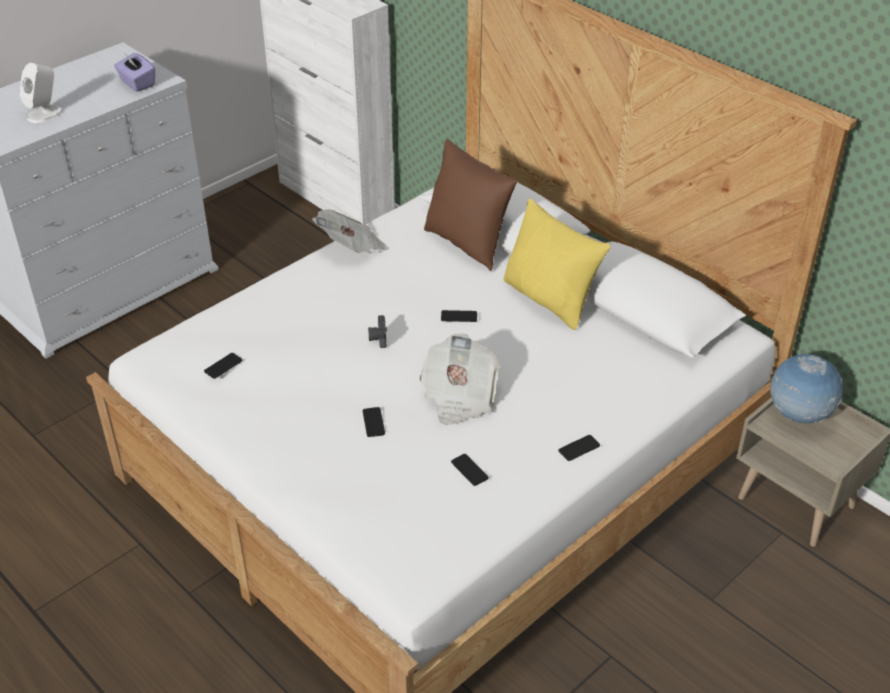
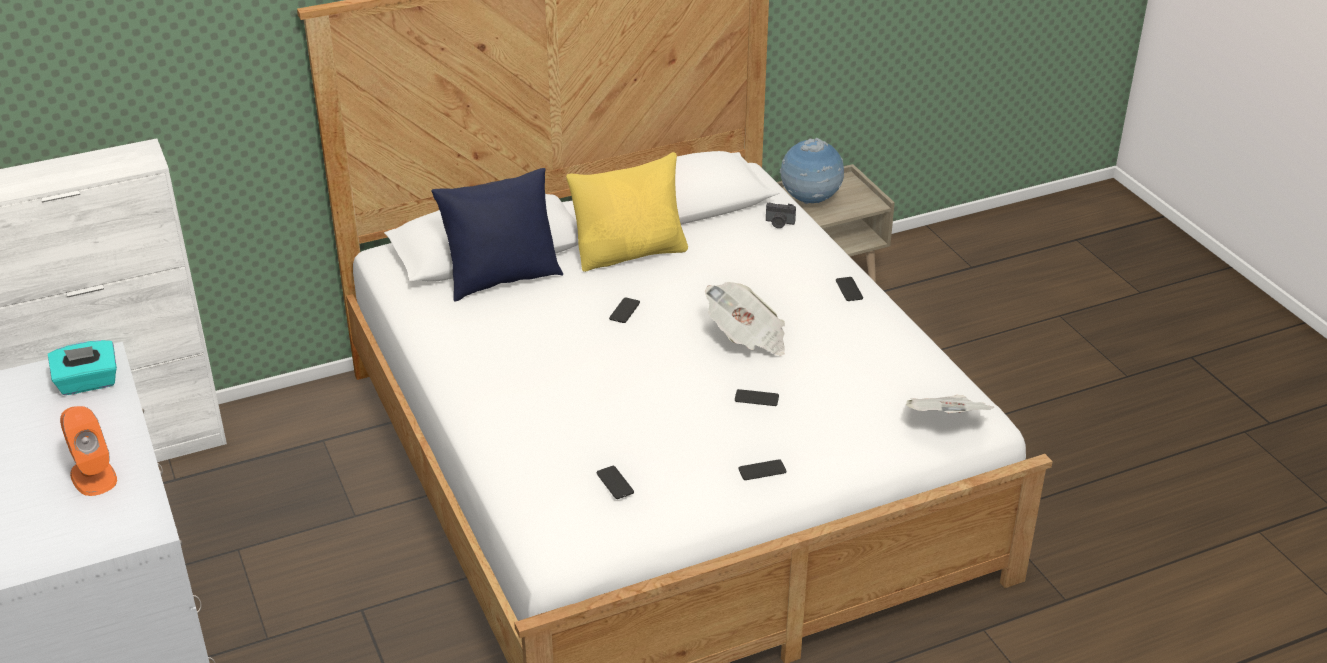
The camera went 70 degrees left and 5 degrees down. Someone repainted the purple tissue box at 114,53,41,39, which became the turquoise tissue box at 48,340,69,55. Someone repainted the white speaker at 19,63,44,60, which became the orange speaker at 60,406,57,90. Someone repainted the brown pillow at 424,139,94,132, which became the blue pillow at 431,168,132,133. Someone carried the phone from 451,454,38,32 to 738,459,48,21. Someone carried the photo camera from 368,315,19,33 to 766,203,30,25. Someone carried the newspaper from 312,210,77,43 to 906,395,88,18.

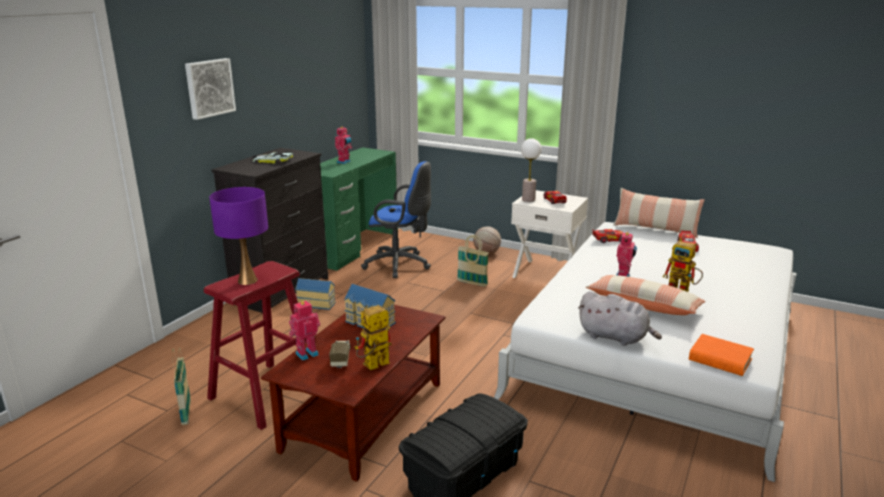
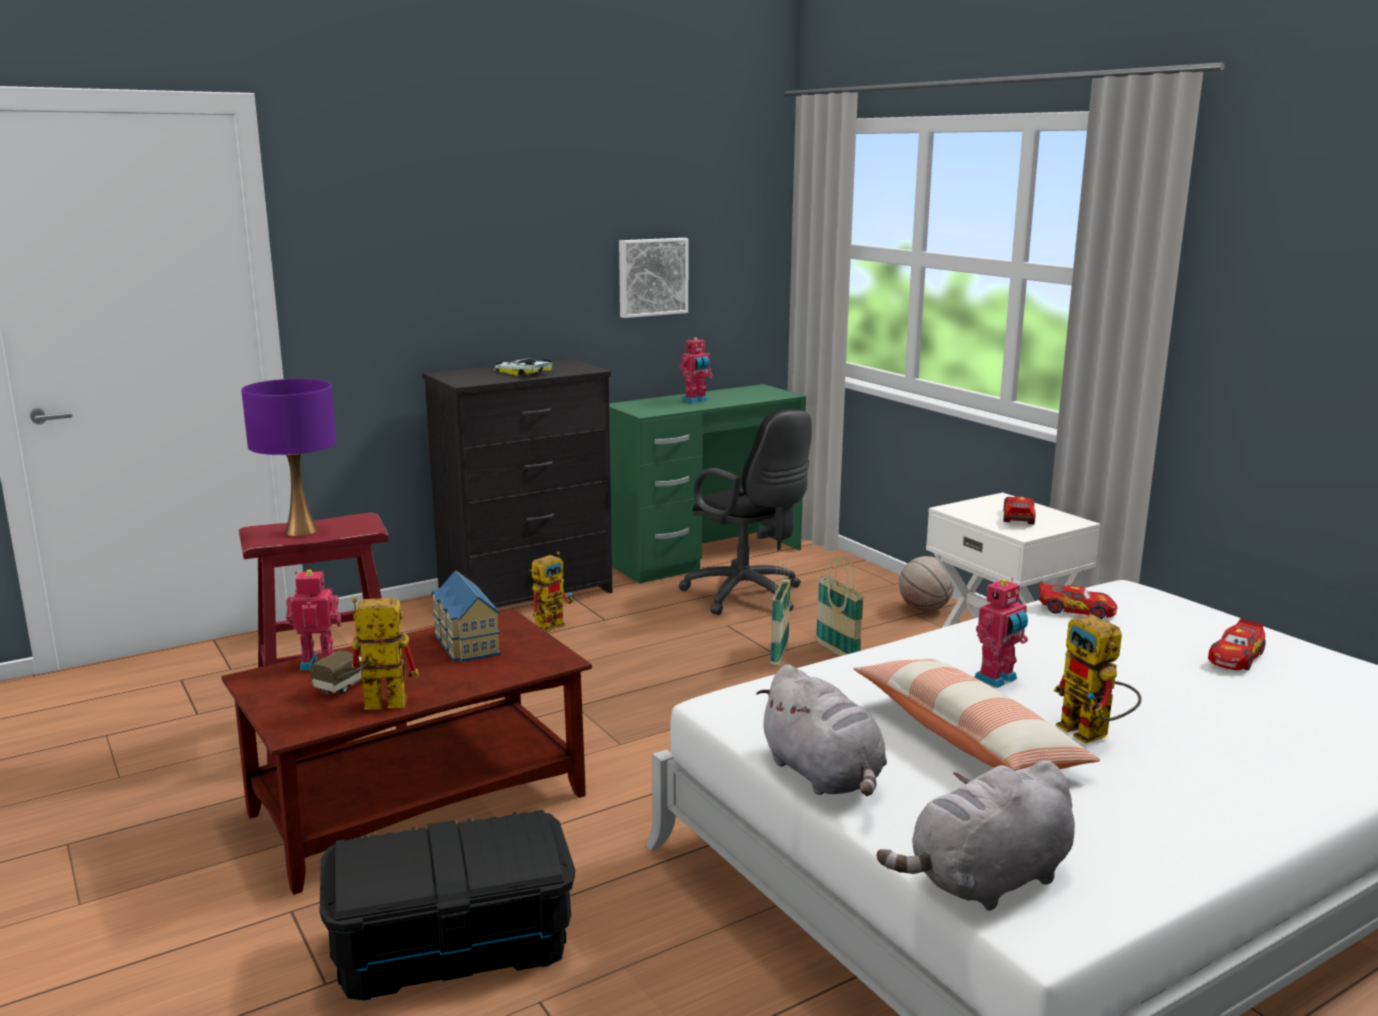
The camera went 30 degrees right and 5 degrees down. Someone swapped the toy house at 295,278,41,32 for the toy robot at 532,552,42,80. Someone carried the picture from 185,58,51,62 to 619,238,69,80. Someone repainted the blue office chair at 361,161,70,117, which became the black office chair at 678,408,134,207. Someone carried the basket from 172,348,19,77 to 770,560,21,107. Someone swapped the orange book at 689,334,65,42 for the grey plush toy at 877,760,198,151. Someone took away the table lamp at 521,138,20,64. Someone took away the pillow at 613,188,92,50.

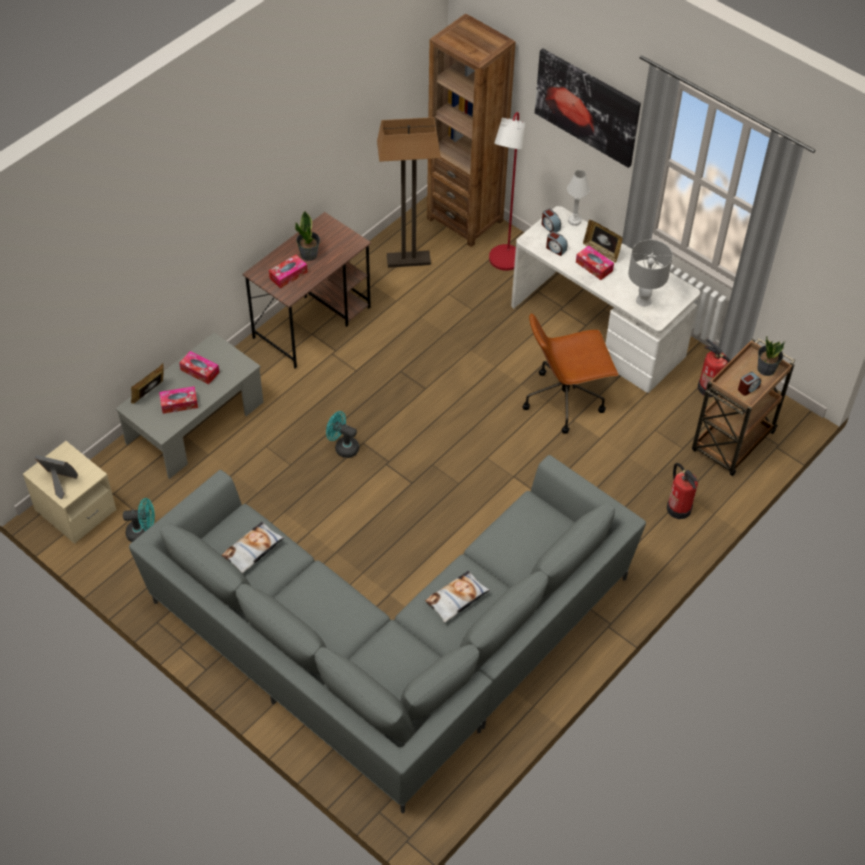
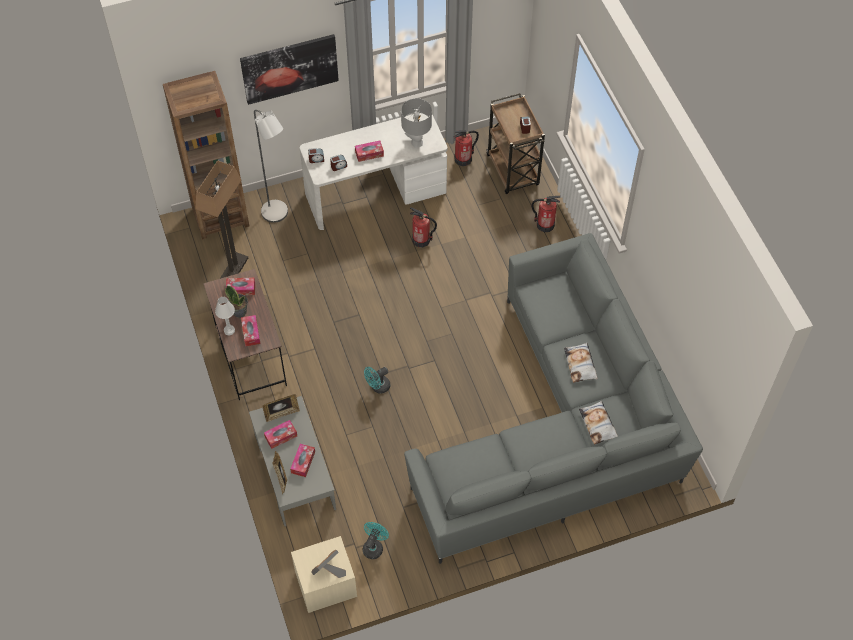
The camera went 60 degrees left and 5 degrees up. Someone carried the white table lamp from 567,170,23,56 to 215,297,20,38. Someone put down the tissue box at 226,277,29,18. Someone repainted the red floor lamp at 489,112,36,159, which became the grey floor lamp at 254,110,34,113. Someone carried the picture frame from 583,220,40,43 to 263,394,37,28. Someone swapped the brown office chair at 523,313,96,121 for the fire extinguisher at 410,207,27,40. Someone carried the pillow from 222,522,62,51 to 579,401,39,44. Someone took away the potted plant at 757,336,28,40.

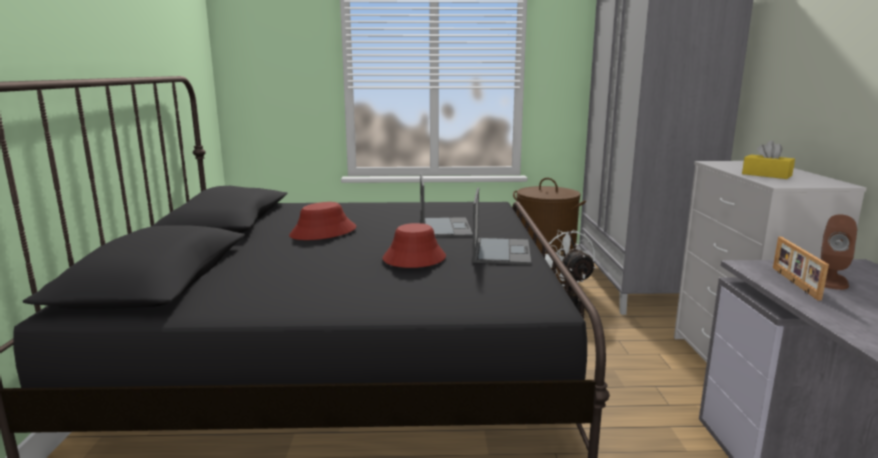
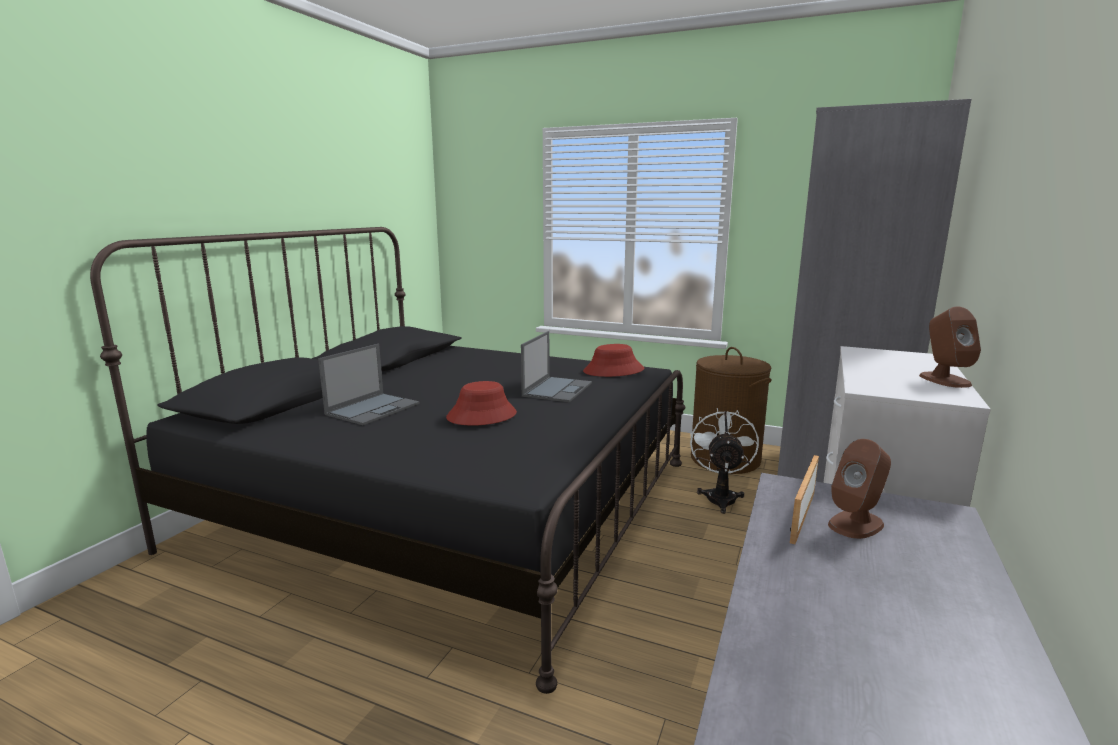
The camera went 25 degrees right and 0 degrees up. Someone carried the laptop from 472,187,59,78 to 318,344,101,81. Someone carried the red hat from 289,202,67,38 to 583,344,61,33. Someone put down the brown speaker at 919,306,62,82. Someone took away the yellow tissue box at 742,140,53,39.

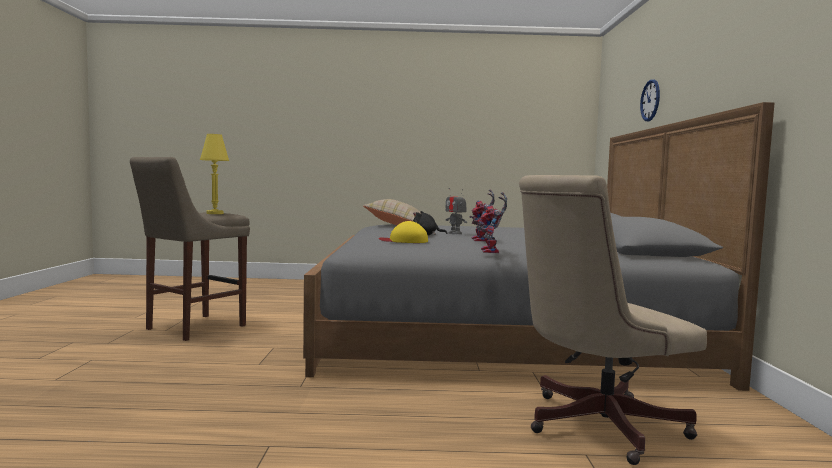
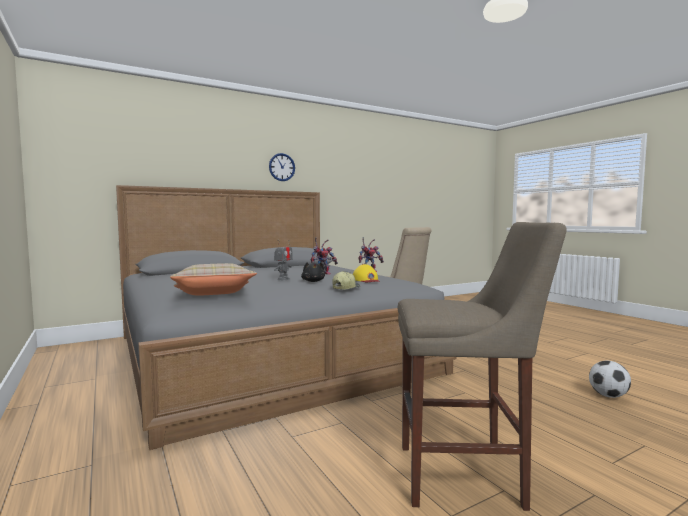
The camera went 120 degrees left and 0 degrees up. Someone carried the wall clock from 640,79,20,42 to 269,153,26,28. Someone put down the cap at 333,271,27,19. Someone put down the football at 589,361,42,37. Someone took away the yellow table lamp at 200,134,29,80.

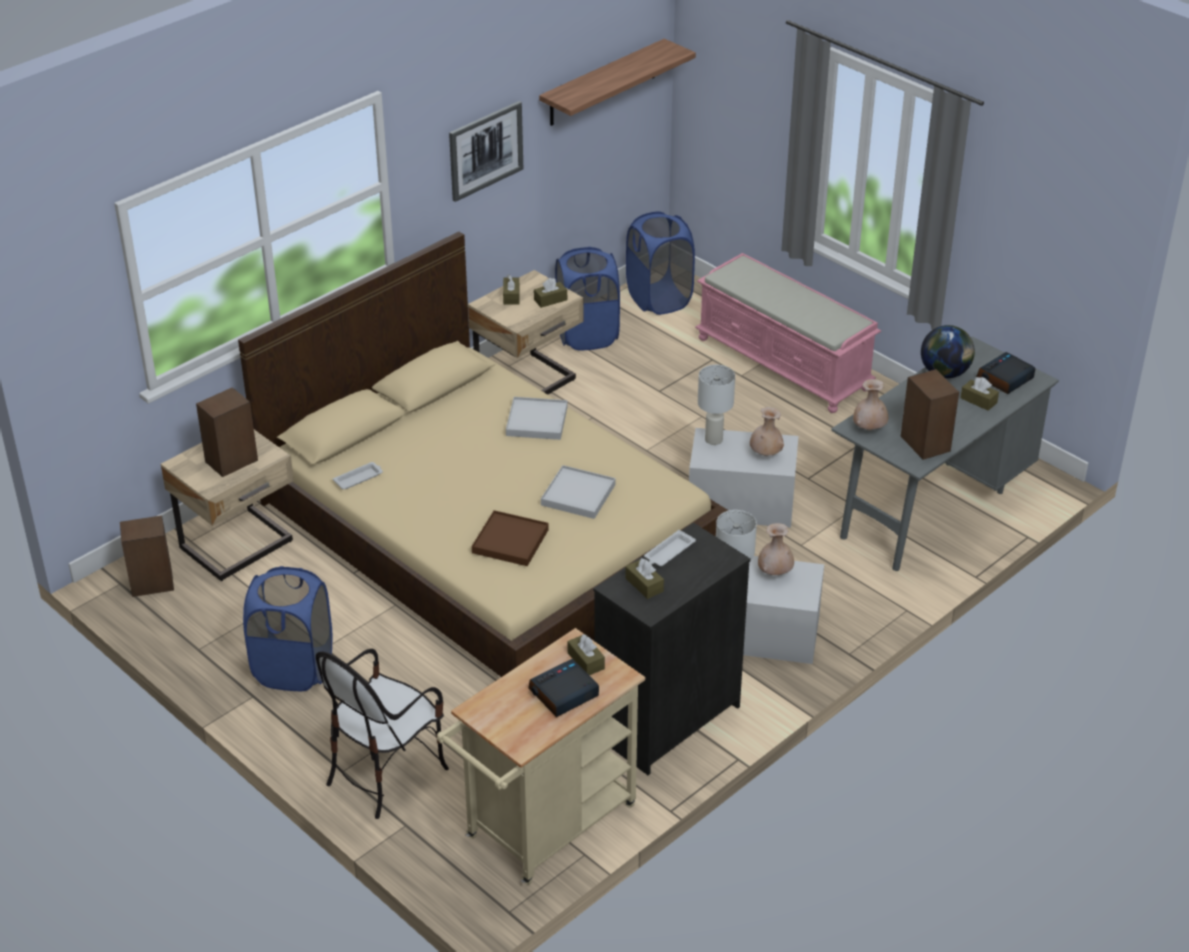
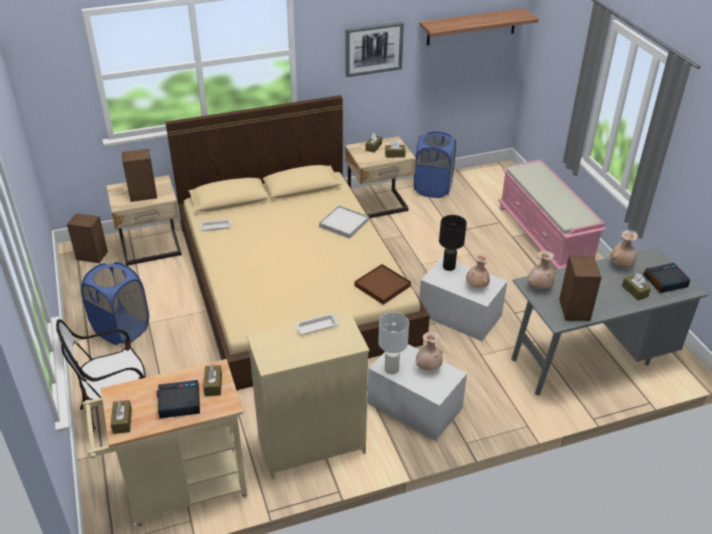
The camera went 25 degrees right and 0 degrees up. Someone carried the brown tissue box from 625,558,39,41 to 111,400,21,34. Someone repainted the black dresser at 593,523,158,252, which became the beige dresser at 247,312,122,167. Someone carried the brown tray from 472,510,77,56 to 355,264,56,41. Someone repainted the white table lamp at 698,365,37,80, which became the black table lamp at 439,215,28,56. Someone swapped the globe at 921,325,54,53 for the beige vase at 610,230,28,37. Someone took away the white tray at 541,465,74,54. Someone took away the blue laundry basket at 626,212,69,103.

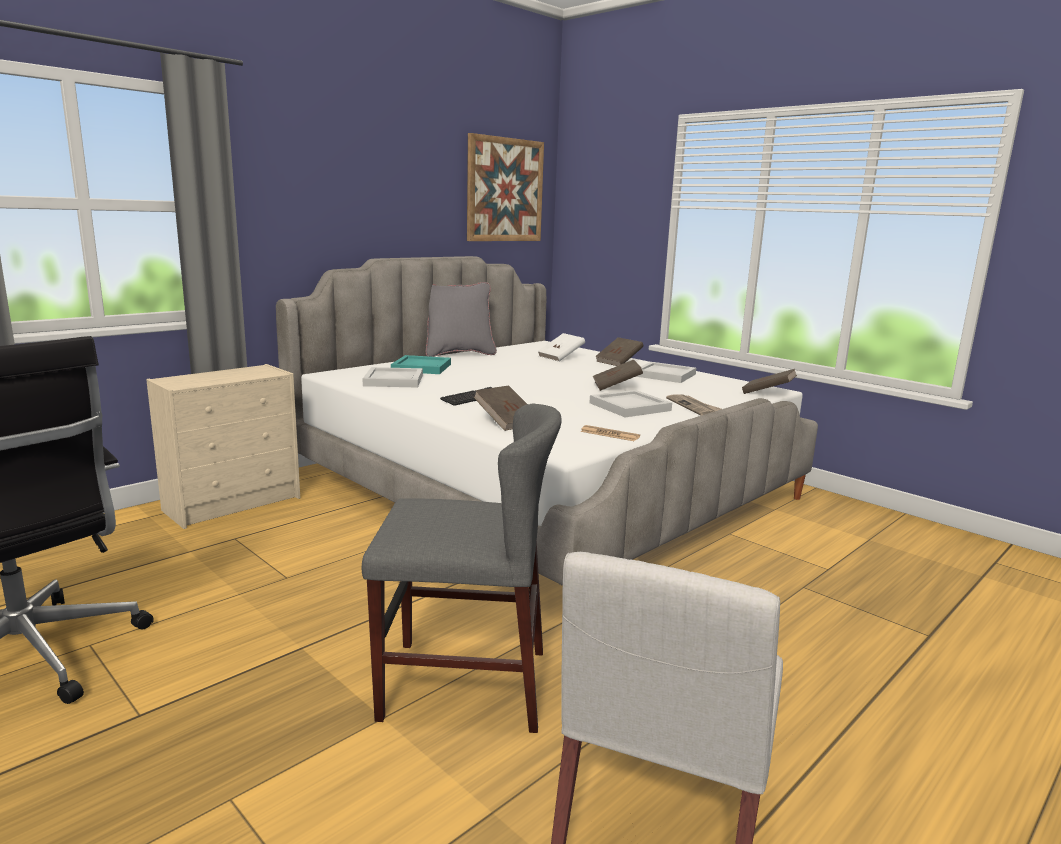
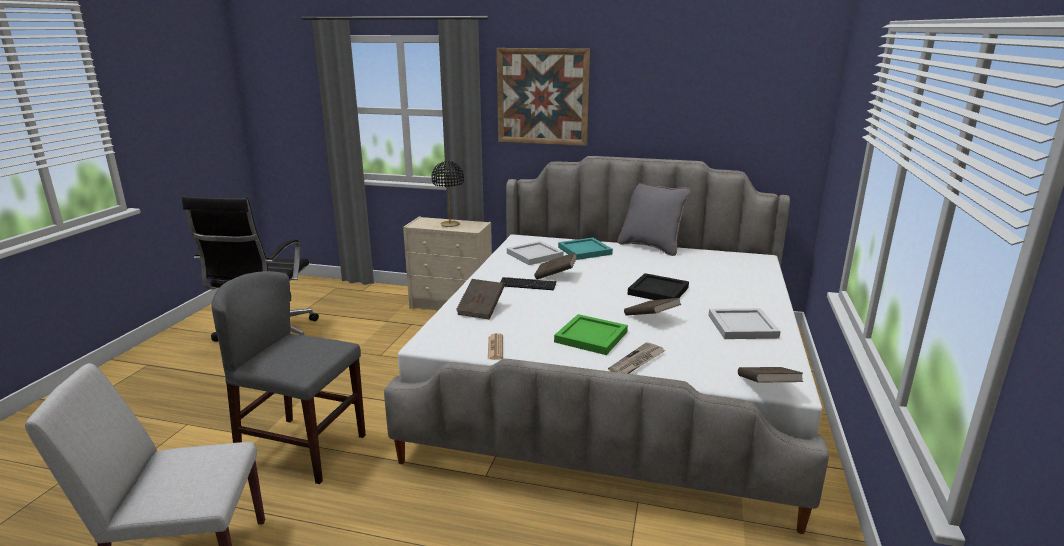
The camera went 60 degrees right and 5 degrees up. Someone rotated the grey chair at 362,403,200,330 by 135 degrees clockwise. Someone put down the black table lamp at 431,161,33,66. Someone carried the picture from 467,133,77,108 to 497,48,93,98. Someone carried the brown book from 595,337,48,29 to 534,252,43,28. Someone repainted the white tray at 589,390,83,27, which became the green tray at 554,314,74,41. Someone put down the black tray at 628,273,61,27. Someone took away the white book at 537,333,48,29.

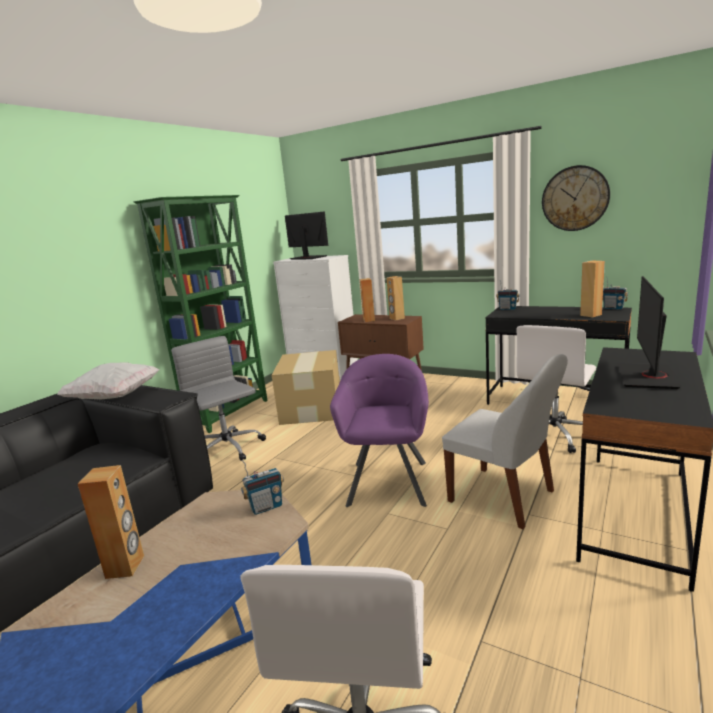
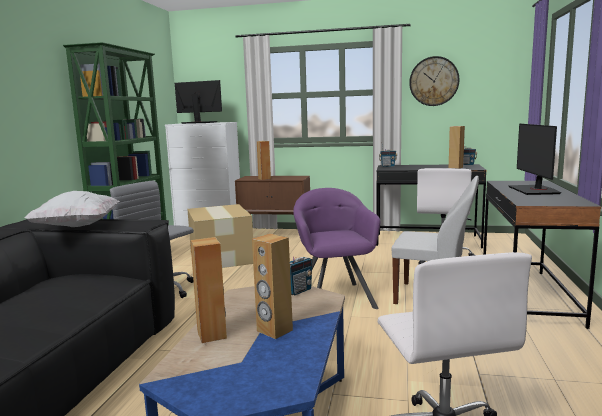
The camera went 20 degrees left and 5 degrees down. Someone carried the brown speaker from 387,276,18,44 to 252,234,41,105.

